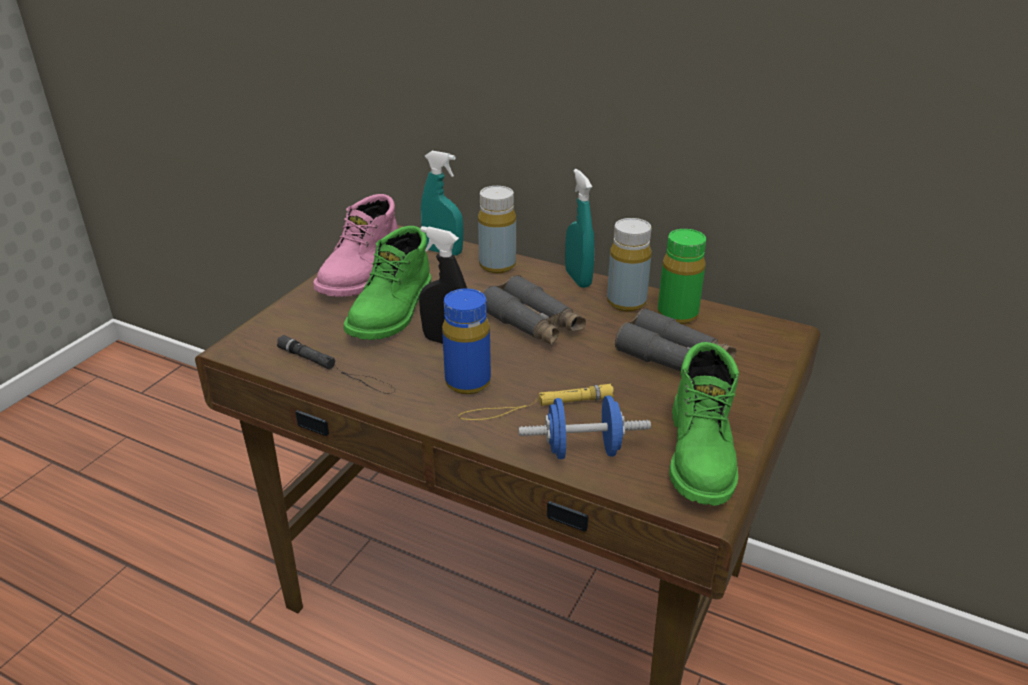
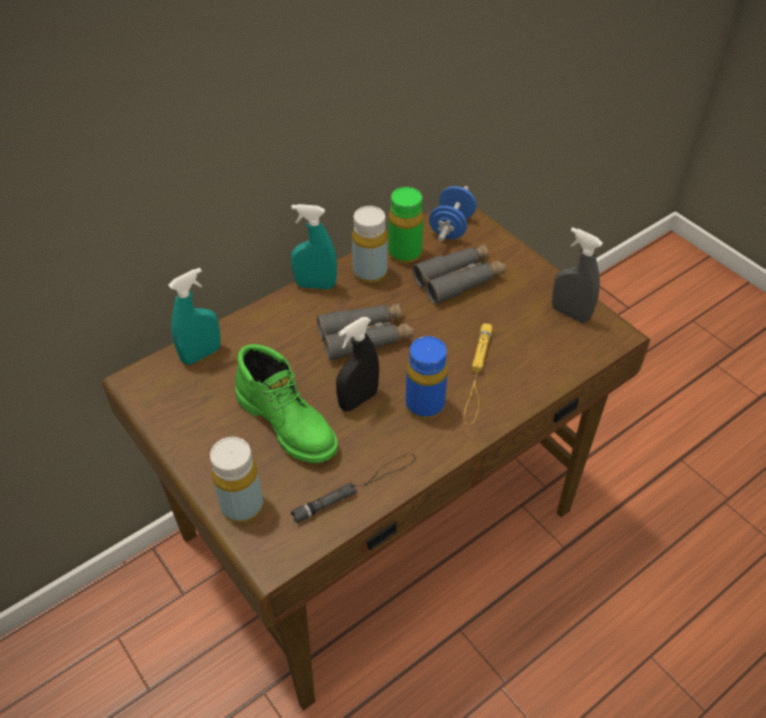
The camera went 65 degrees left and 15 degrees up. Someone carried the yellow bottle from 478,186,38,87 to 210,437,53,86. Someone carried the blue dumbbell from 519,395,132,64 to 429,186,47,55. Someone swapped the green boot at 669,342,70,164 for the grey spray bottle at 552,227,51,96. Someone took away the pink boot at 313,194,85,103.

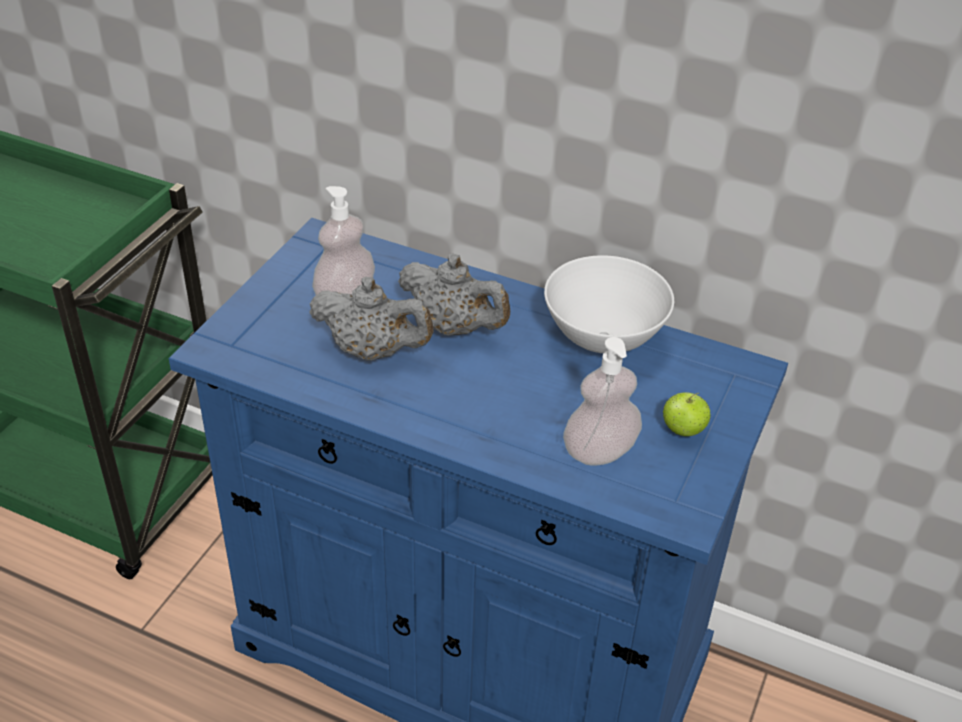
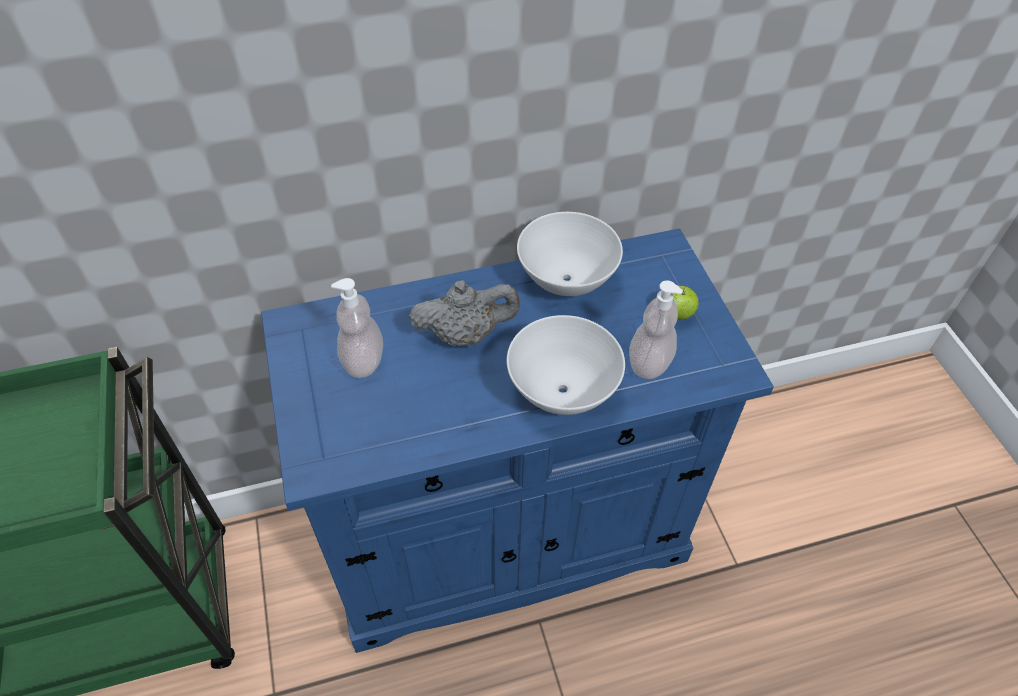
The camera went 40 degrees left and 10 degrees up. Someone put down the white bowl at 507,315,118,100. Someone took away the grey teapot at 309,277,125,84.

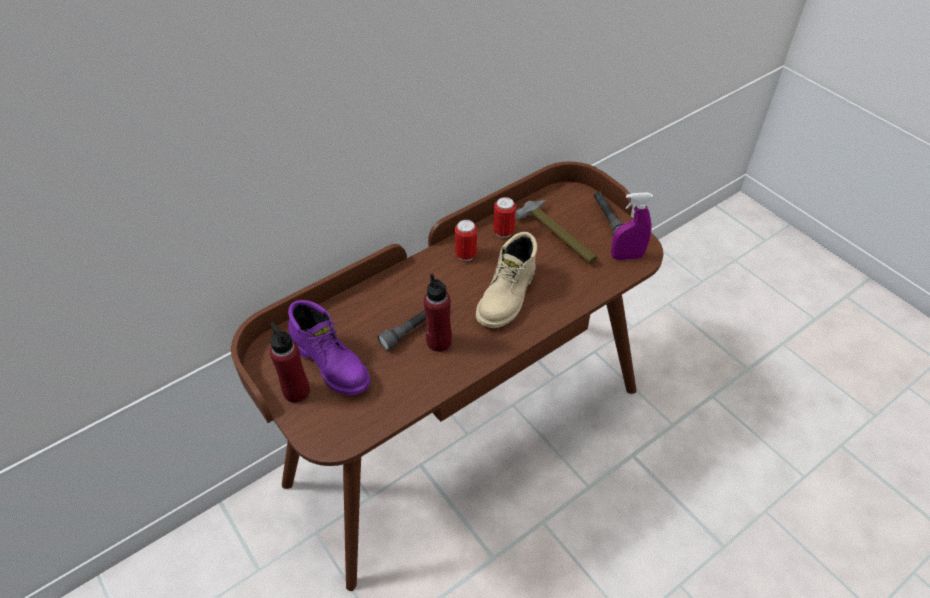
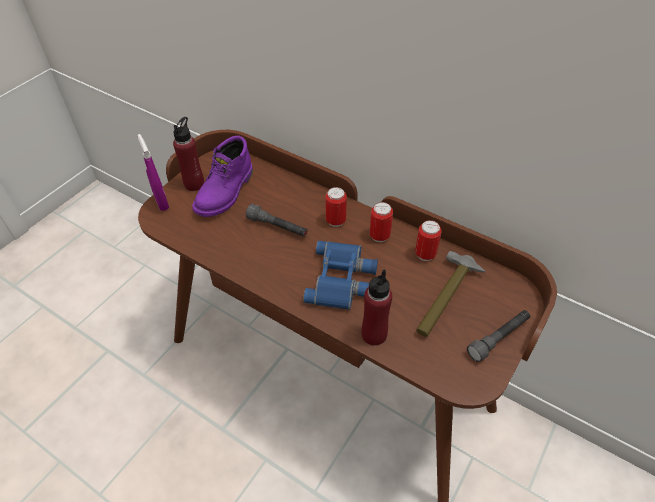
The camera went 70 degrees right and 0 degrees up. Someone carried the purple spray bottle from 611,192,42,68 to 138,134,31,77. Someone swapped the beige boot at 476,232,61,96 for the blue binoculars at 303,241,75,69. Someone put down the can at 325,187,22,40. Someone carried the red bottle from 424,274,28,78 to 362,269,30,77.

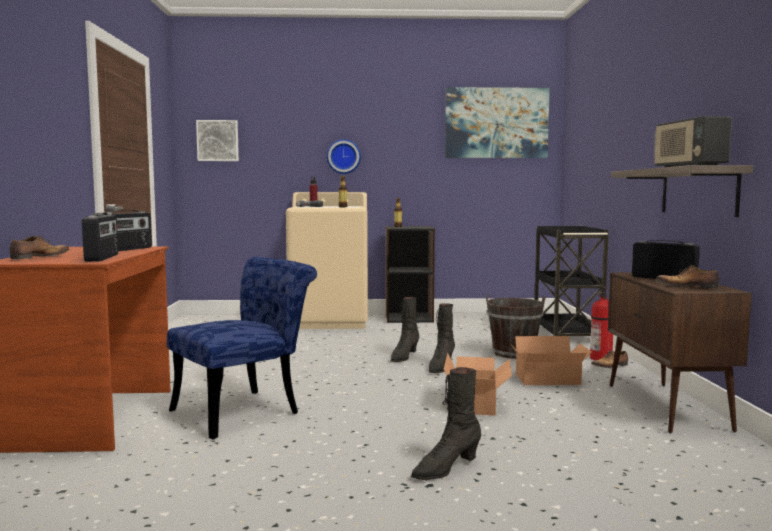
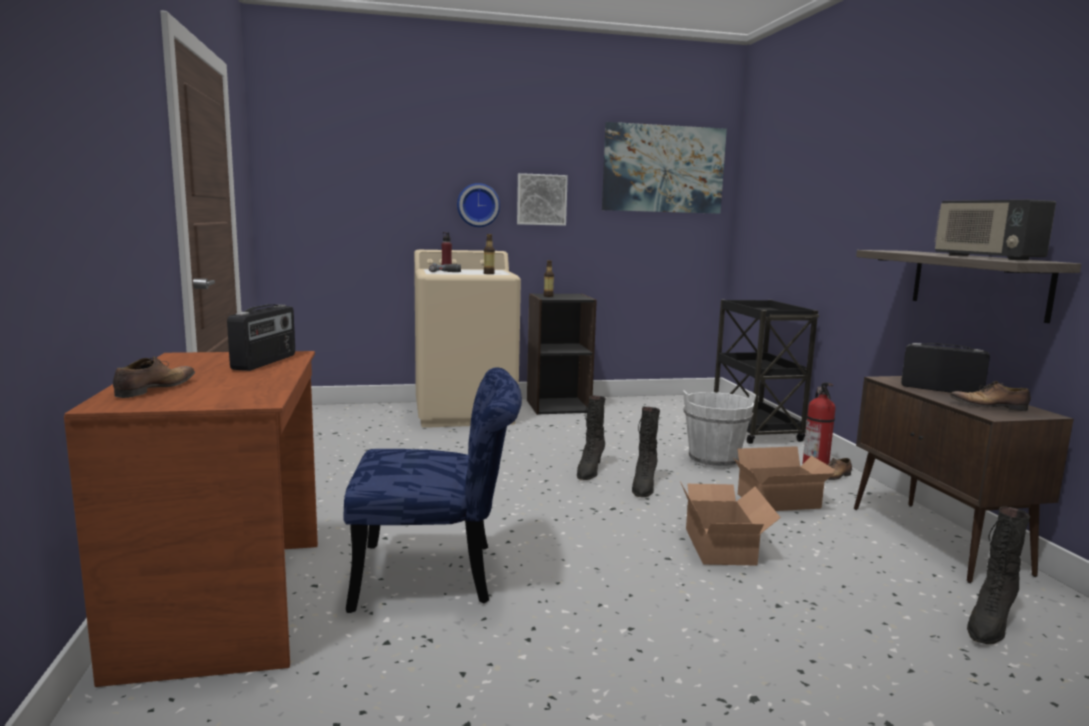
The camera went 10 degrees left and 5 degrees up. Someone rotated the blue chair at 167,257,150,183 by 45 degrees clockwise. Someone carried the picture from 196,120,43,41 to 517,173,51,53. Someone repainted the brown bucket at 486,295,59,64, which became the white bucket at 683,391,73,78. Someone carried the black boot from 410,367,71,113 to 967,506,63,138. Someone took away the radio at 82,213,36,49.

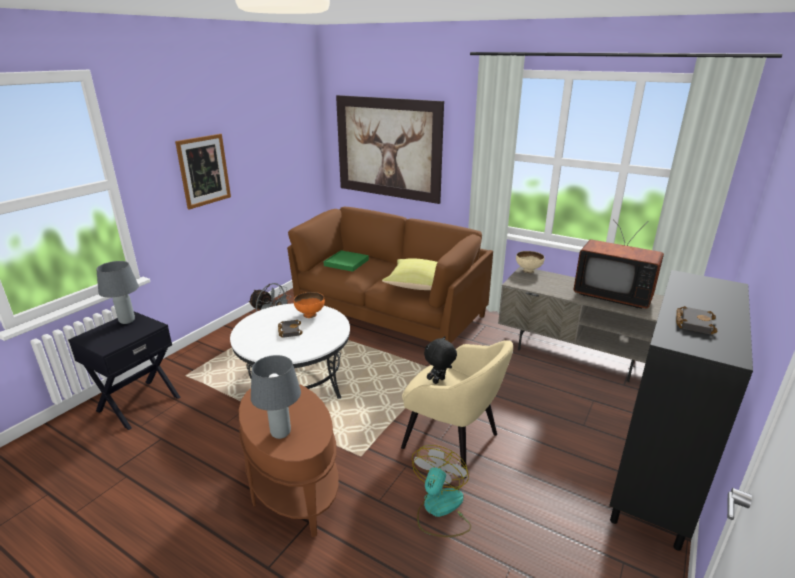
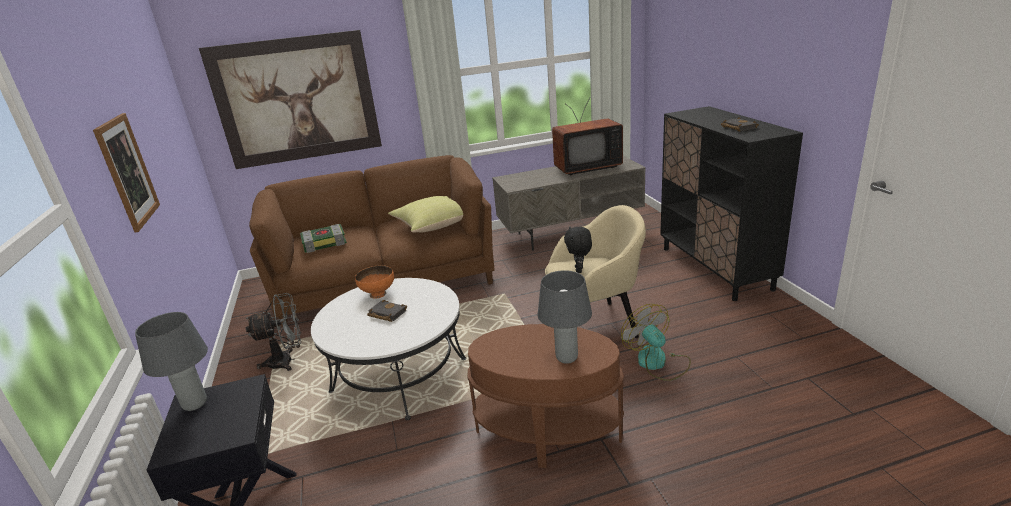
The camera went 45 degrees left and 0 degrees up. Someone swapped the green tray at 324,250,45,22 for the book at 300,224,47,29. Someone took away the beige bowl at 516,251,28,22.

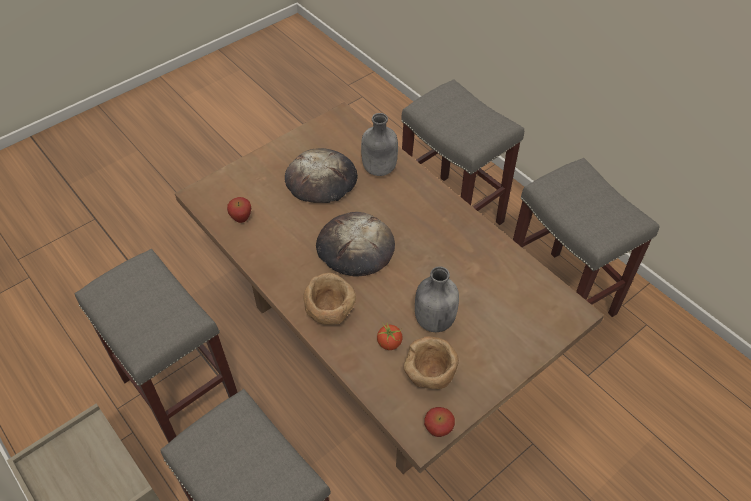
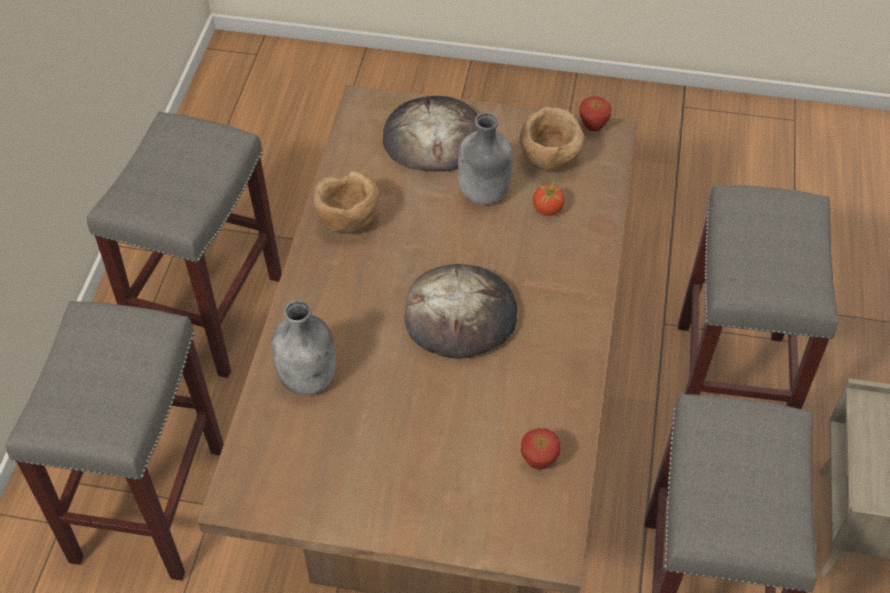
The camera went 130 degrees left and 0 degrees up. Someone carried the brown bowl from 303,273,53,52 to 313,171,66,63. Someone carried the bread from 285,148,73,55 to 383,96,94,76.

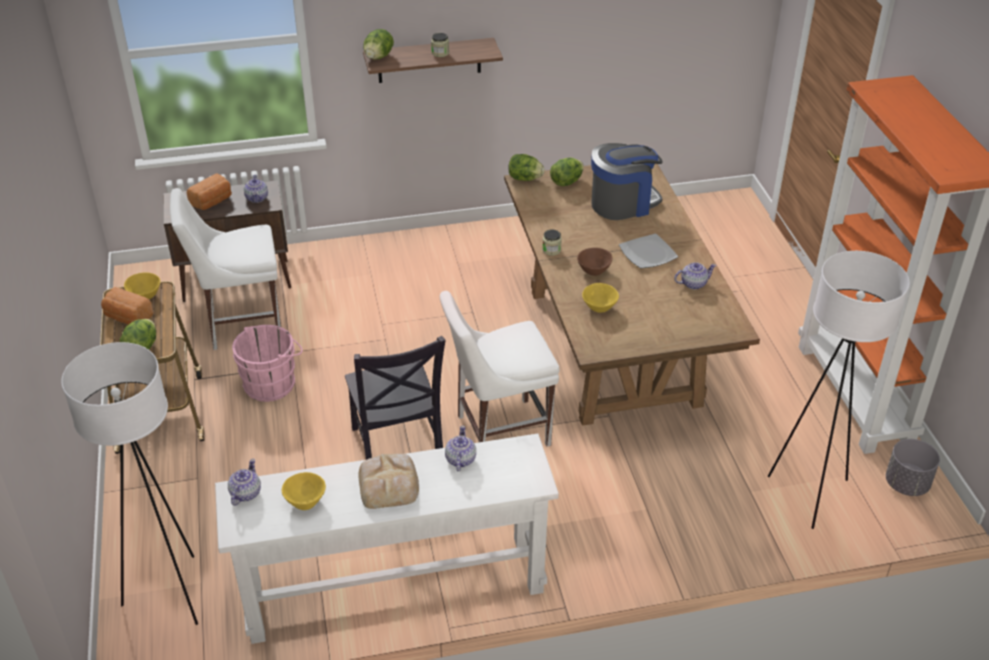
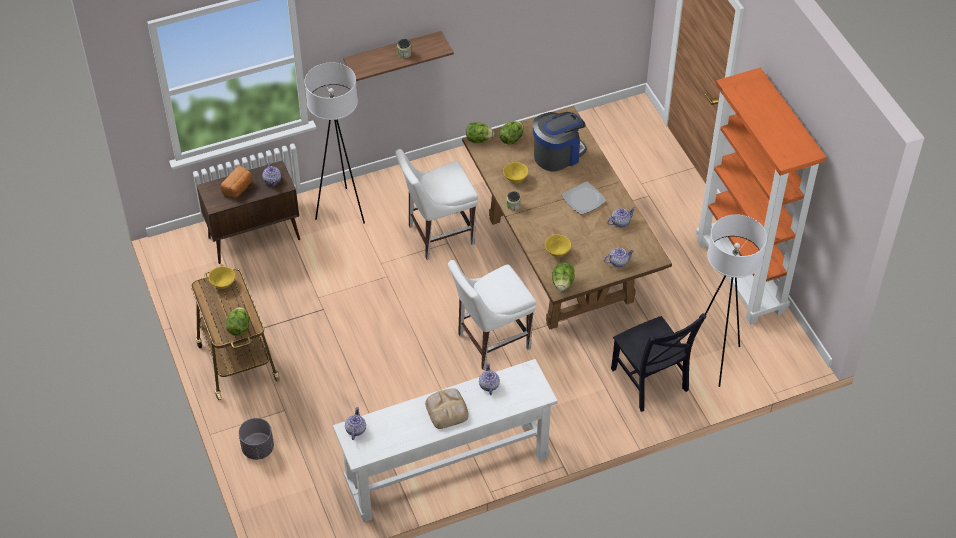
The camera went 10 degrees left and 10 degrees up. Someone carried the grey planter from 886,439,54,57 to 238,418,36,42. Someone carried the white floor lamp from 61,342,137,283 to 304,63,61,161. Someone carried the white chair from 170,188,111,162 to 395,149,83,111. Someone carried the yellow bowl from 282,472,44,38 to 503,162,25,22. Someone carried the lettuce from 363,29,31,30 to 552,262,23,29. Someone put down the teapot at 604,248,31,19. Someone carried the black chair from 345,336,101,124 to 611,313,96,99. Someone took away the bread at 101,287,53,38. Someone took away the pink bucket at 232,325,71,77. Someone took away the brown bowl at 577,248,36,28.

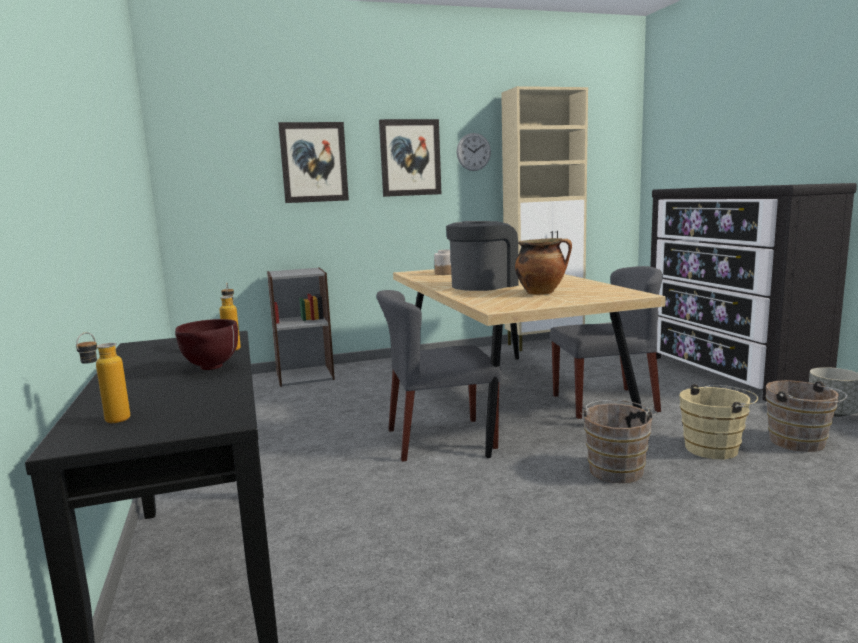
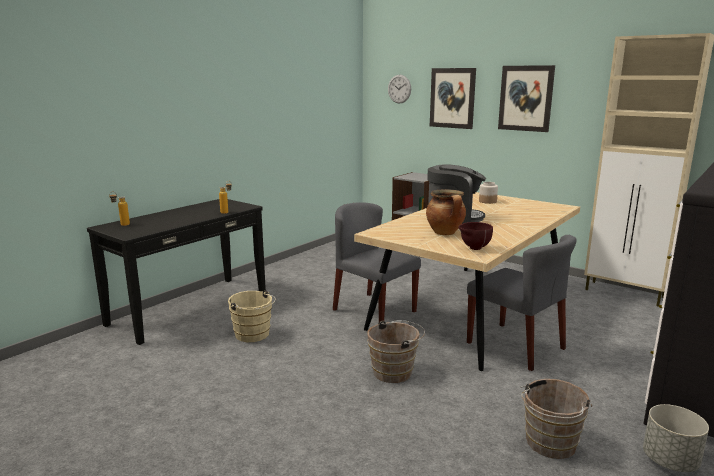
The camera went 55 degrees right and 5 degrees up. Someone carried the beige bucket from 679,384,79,75 to 228,290,48,52. Someone carried the wall clock from 457,133,34,38 to 388,75,23,29. Someone carried the brown bowl from 175,319,63,51 to 458,222,35,28.

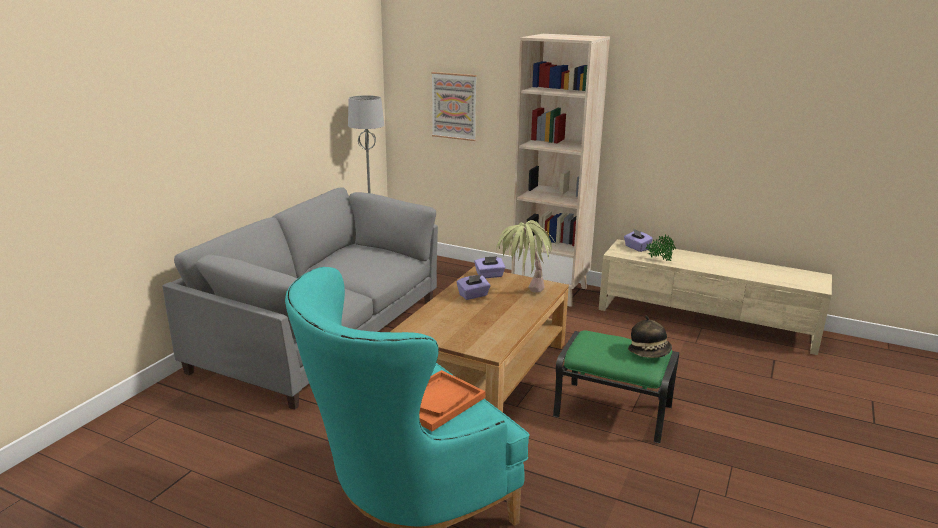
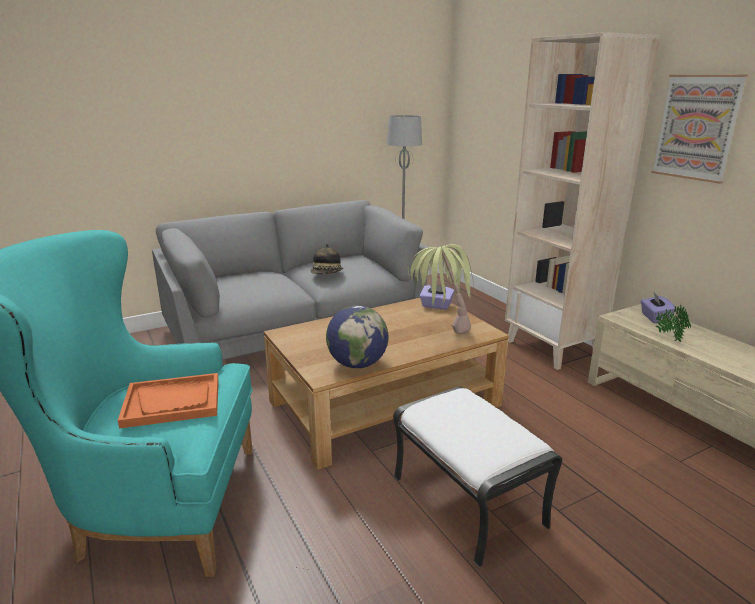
The camera went 35 degrees right and 0 degrees up. Someone carried the hat from 628,316,44,42 to 311,244,32,30. Someone put down the globe at 326,305,63,63. Someone repainted the green ottoman at 553,330,126,114, which became the white ottoman at 393,387,169,181. Someone carried the picture from 431,72,46,69 to 651,75,97,109. Someone took away the purple tissue box at 457,275,34,25.

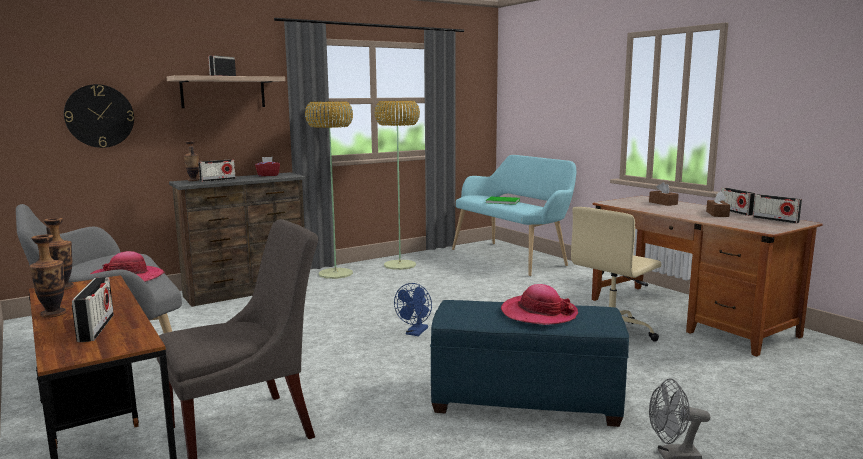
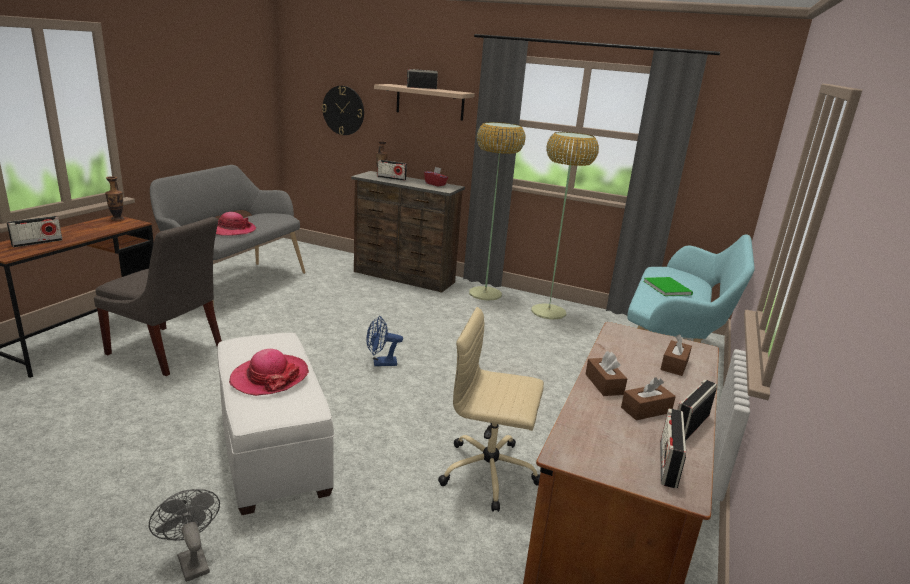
The camera went 55 degrees right and 10 degrees up. Someone repainted the blue ottoman at 430,300,199,127, which became the white ottoman at 217,332,117,183. Someone put down the brown tissue box at 586,351,41,45. Someone took away the vase at 29,235,37,83.

